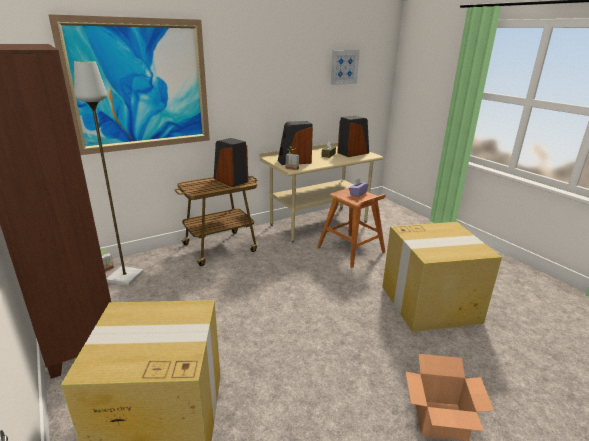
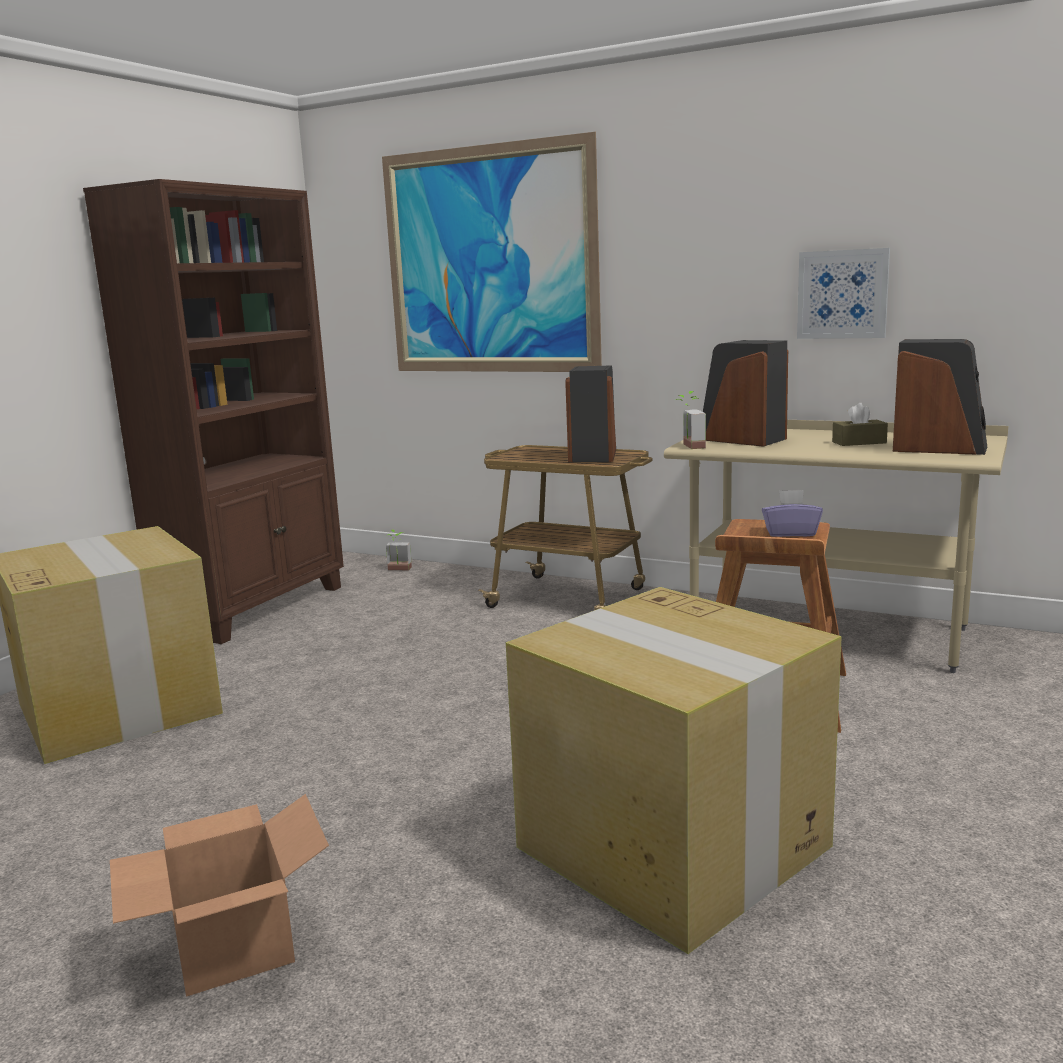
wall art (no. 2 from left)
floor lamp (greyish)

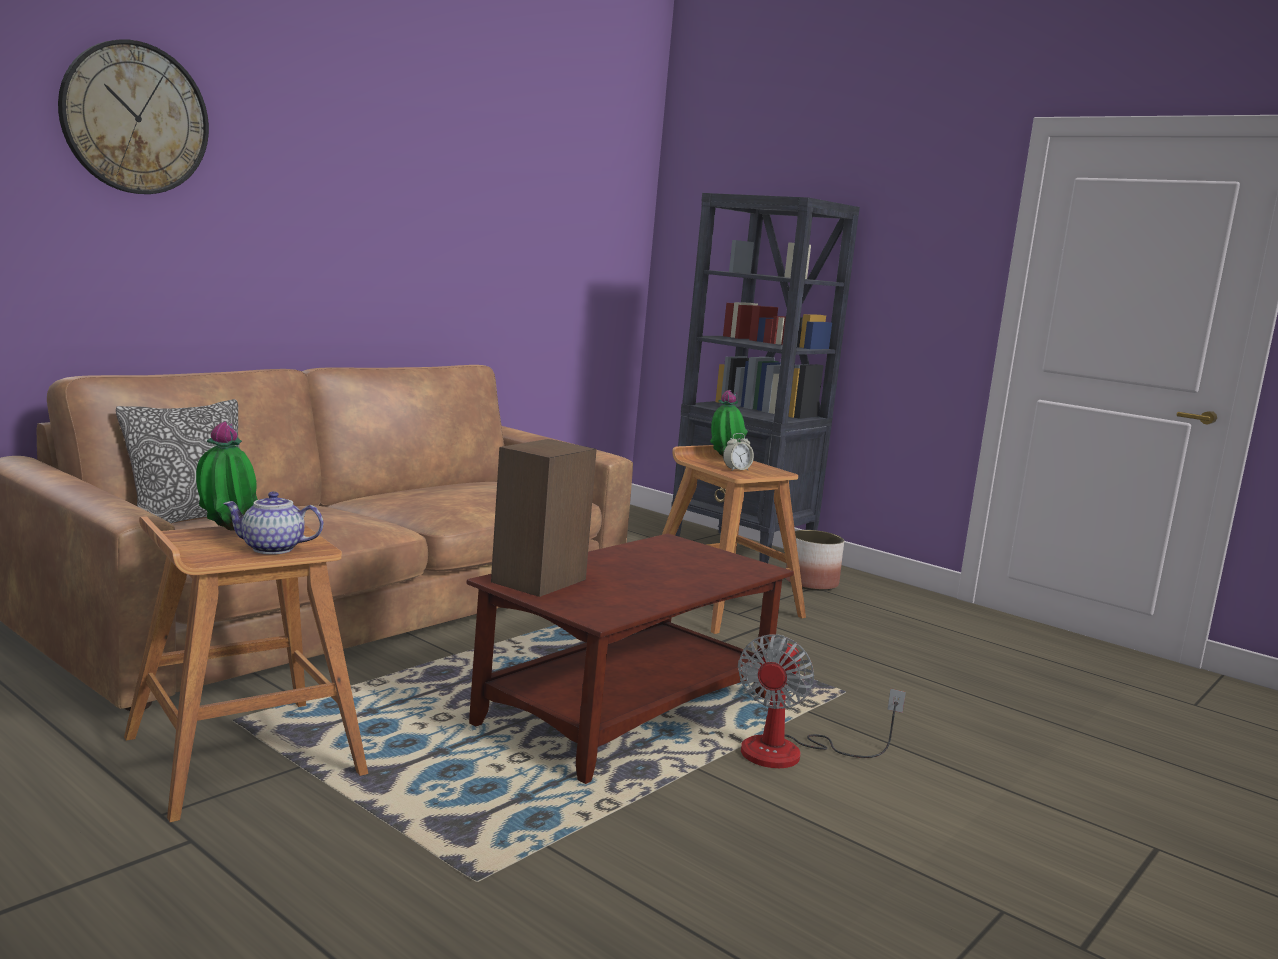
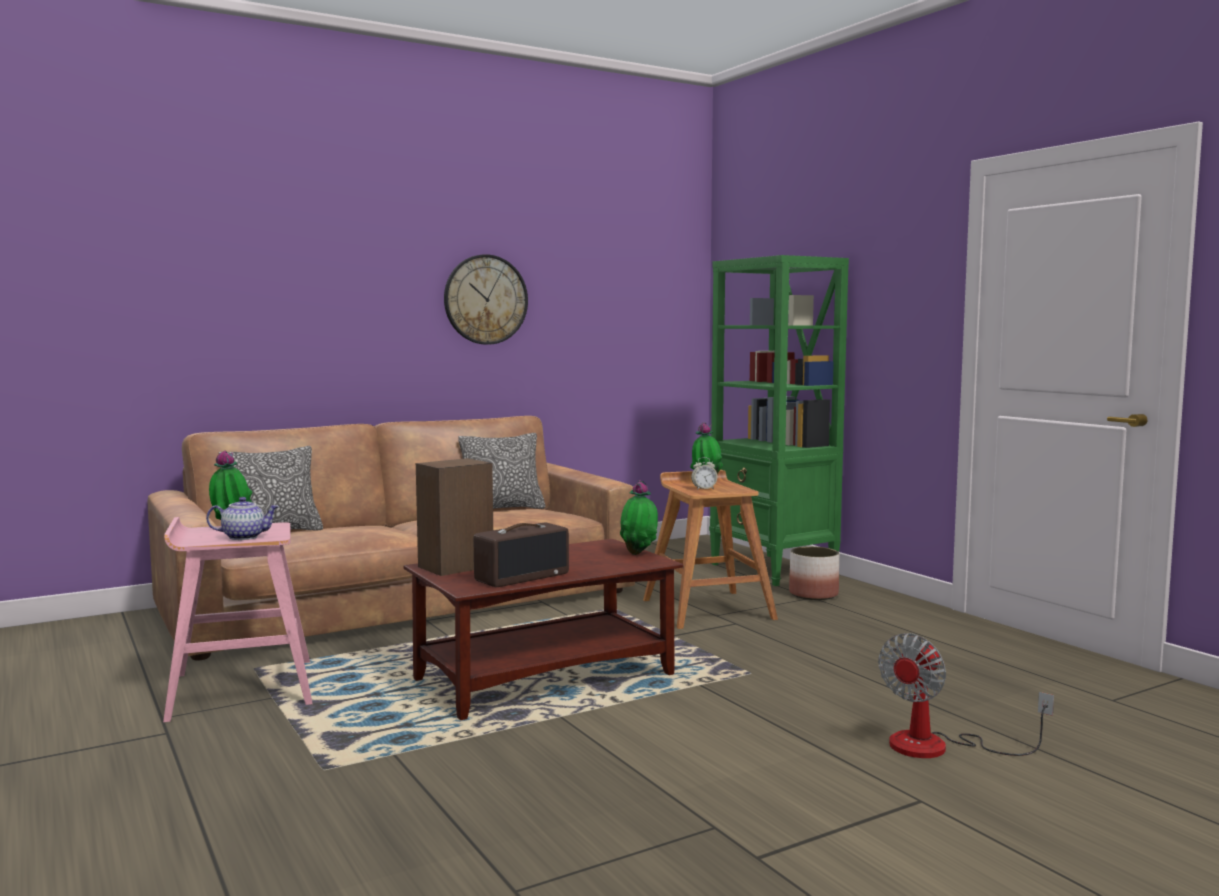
stool (pinkish)
teapot
clock on the wall
pillow (no. 2 from left)
radio
houseplant (no. 2 from left)
bookcase (green)
fan

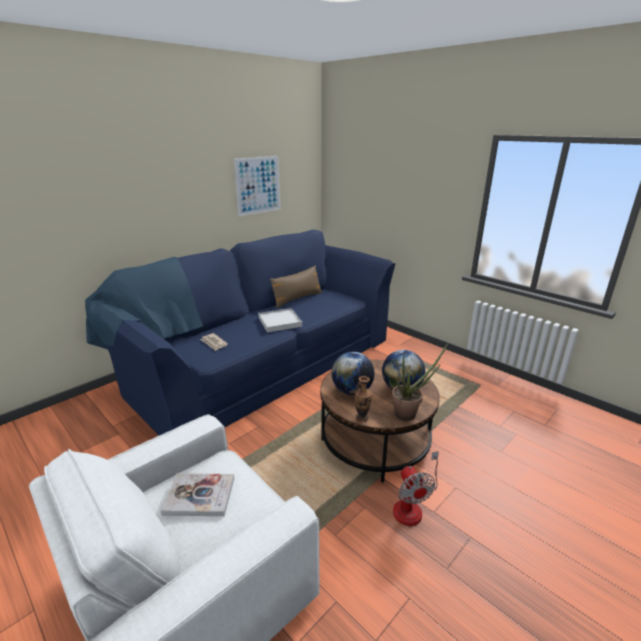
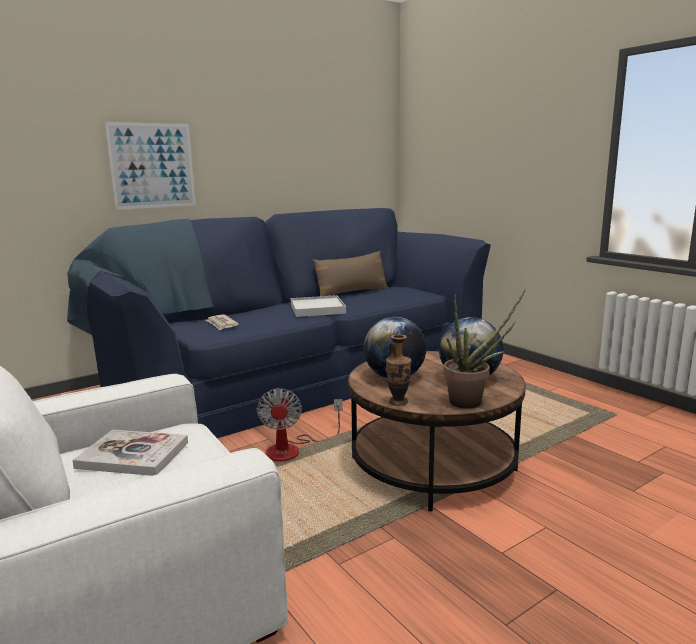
wall art
fan

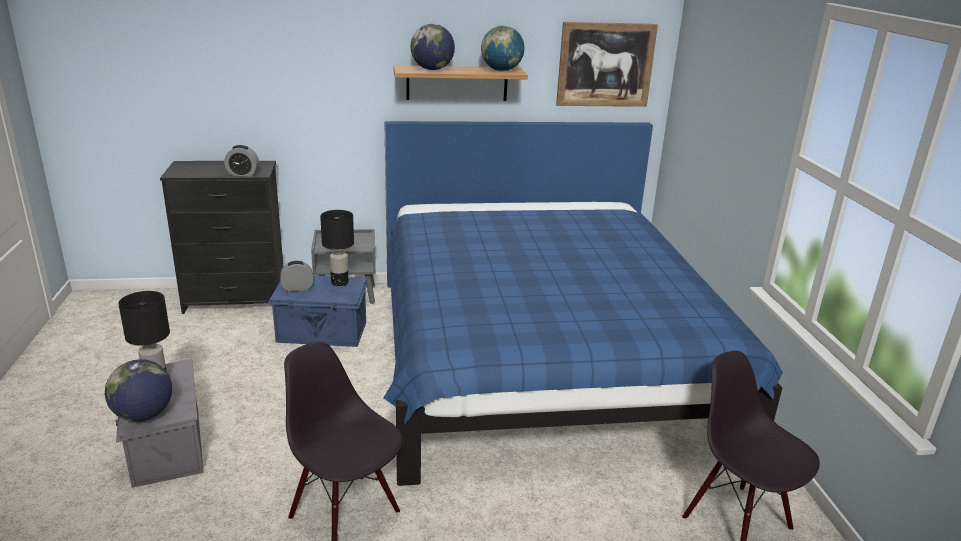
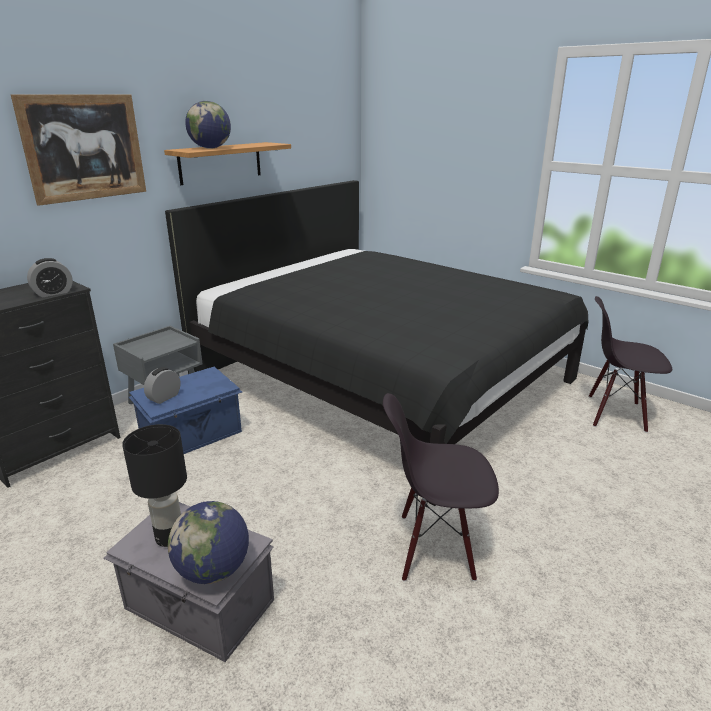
wall art
sleeping bed (black)
lamp for a table (black) (no. 2 from left in the first image)
globe (no. 3 from left in the first image)

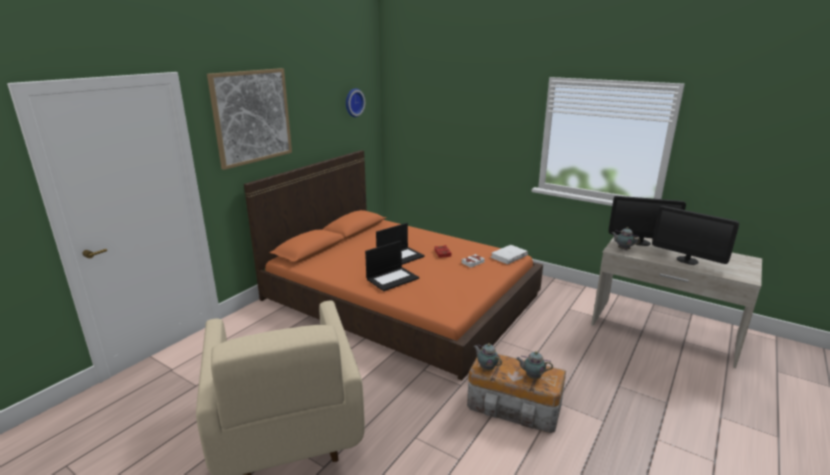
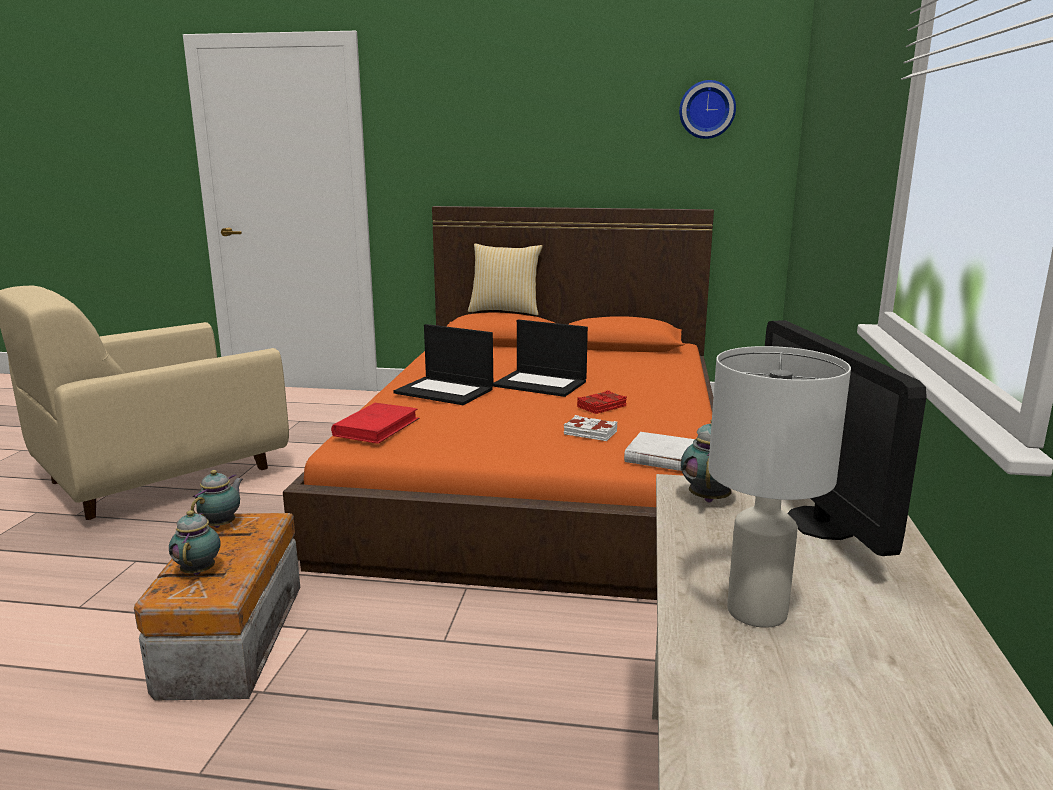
volume (red-coloured) (no. 1 from left)
pillow
lamp for a table (whitish)
wall art

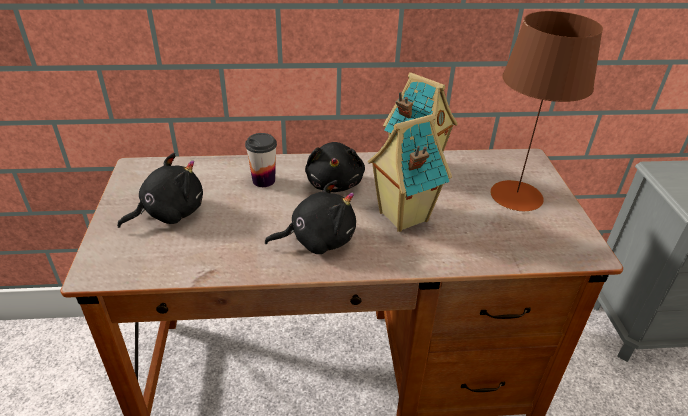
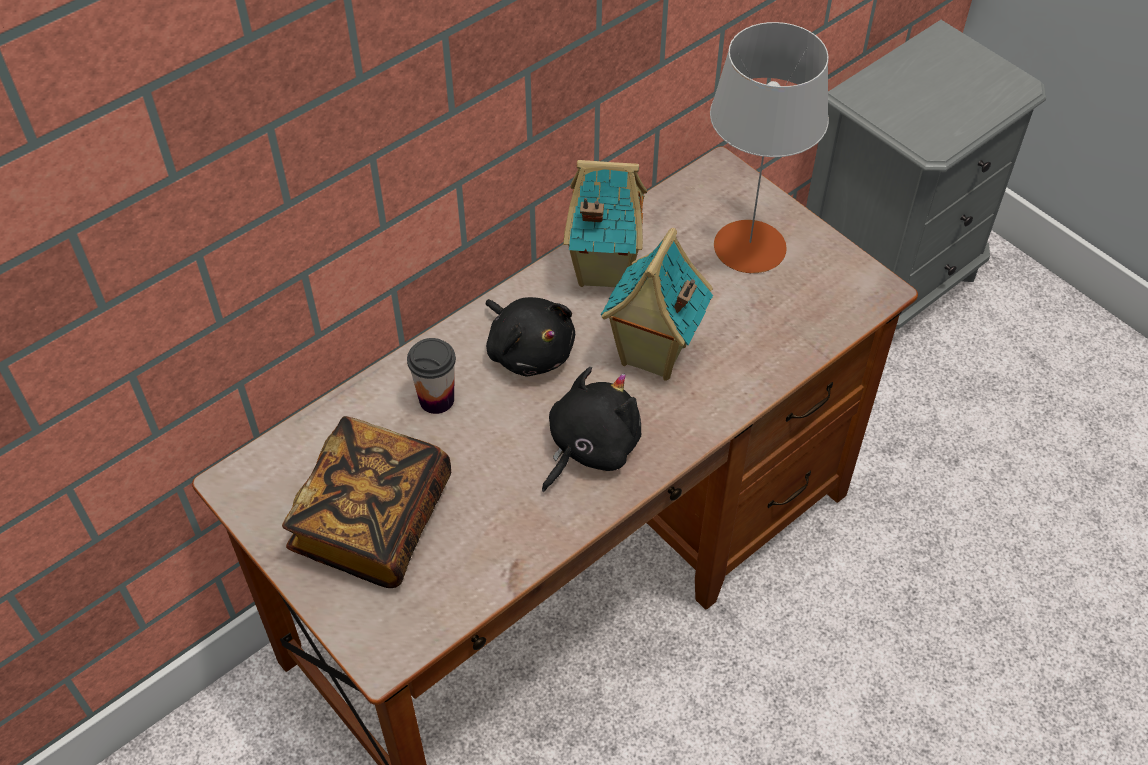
volume
lamp for a table (greyish)

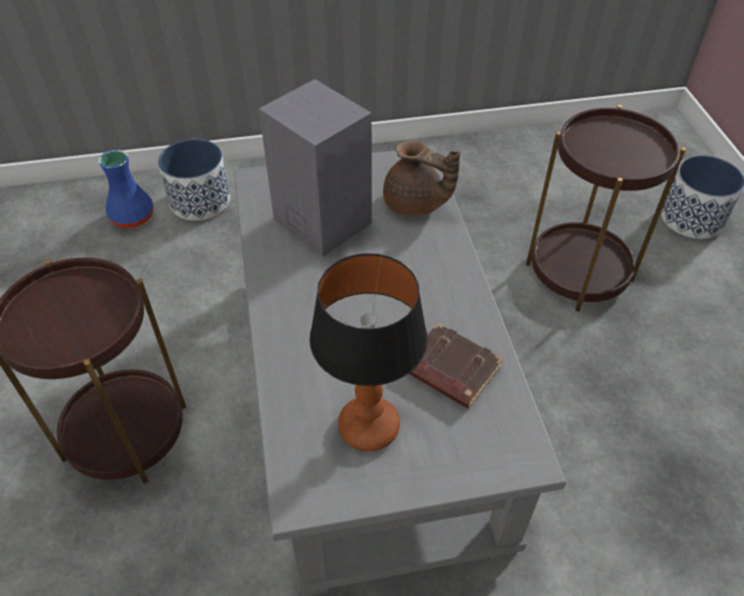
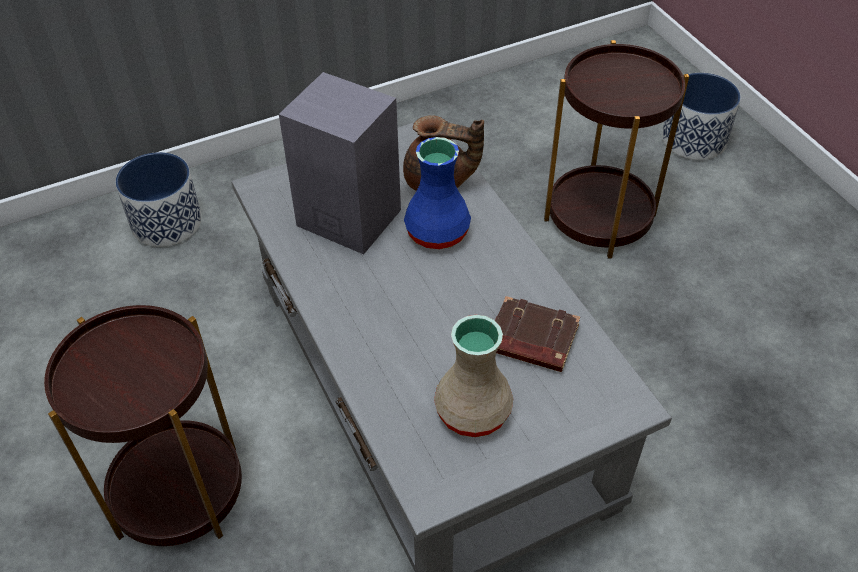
flower vase (bluish)
flower vase (beige)

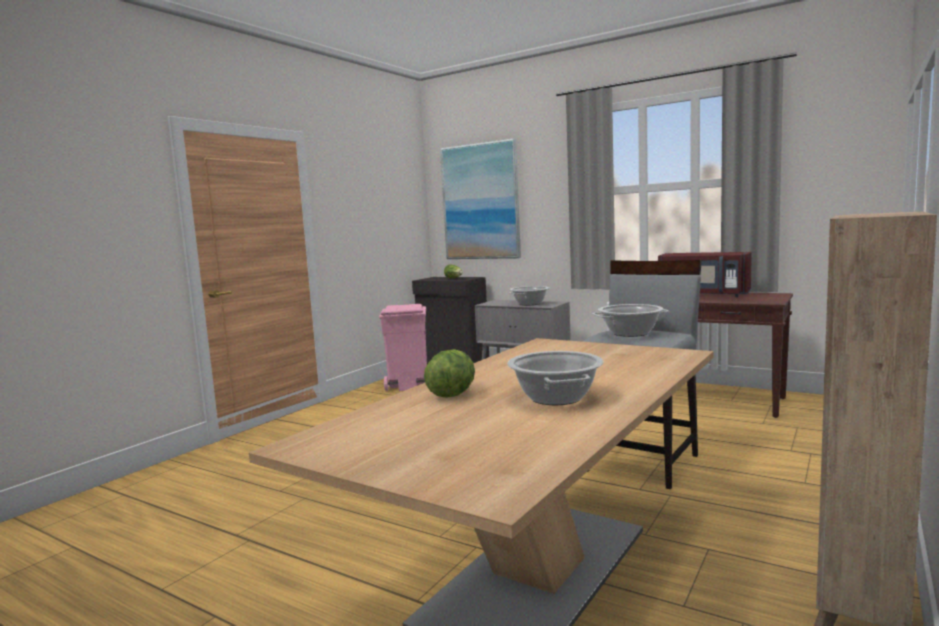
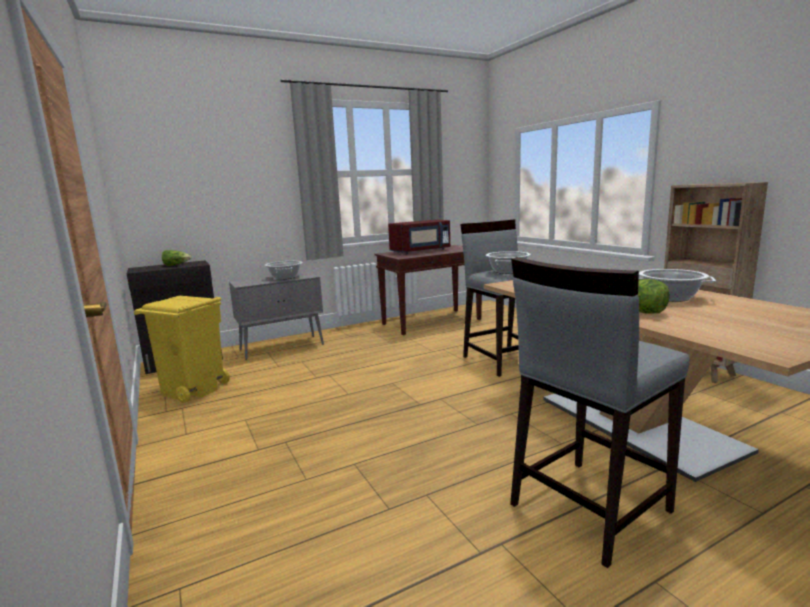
waste bin (yellow)
stool (greyish) (no. 2 from left)
wall art

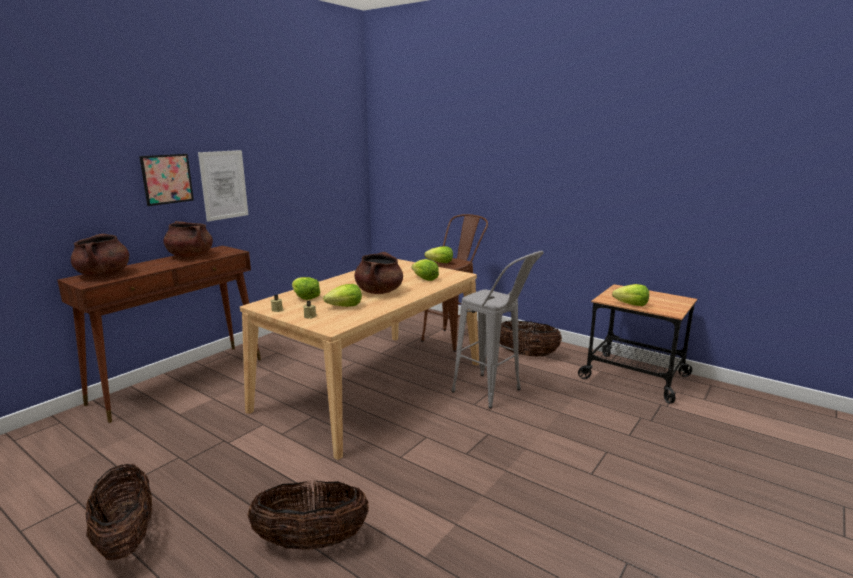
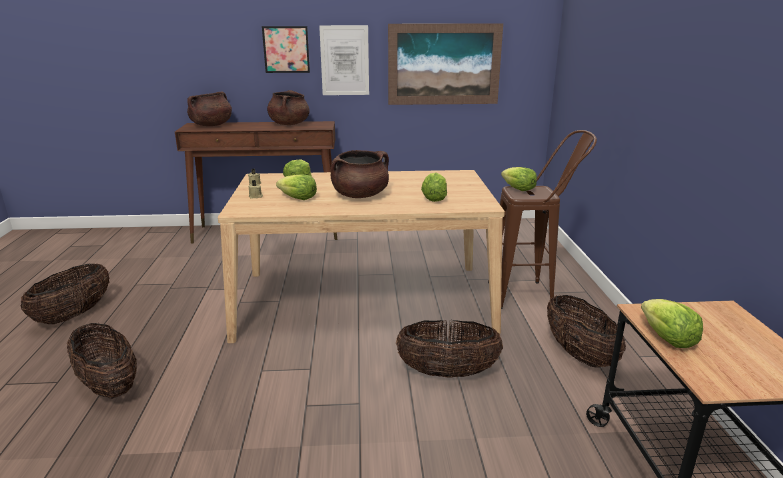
wall art (no. 3 from left)
storage basket (no. 3 from left)

